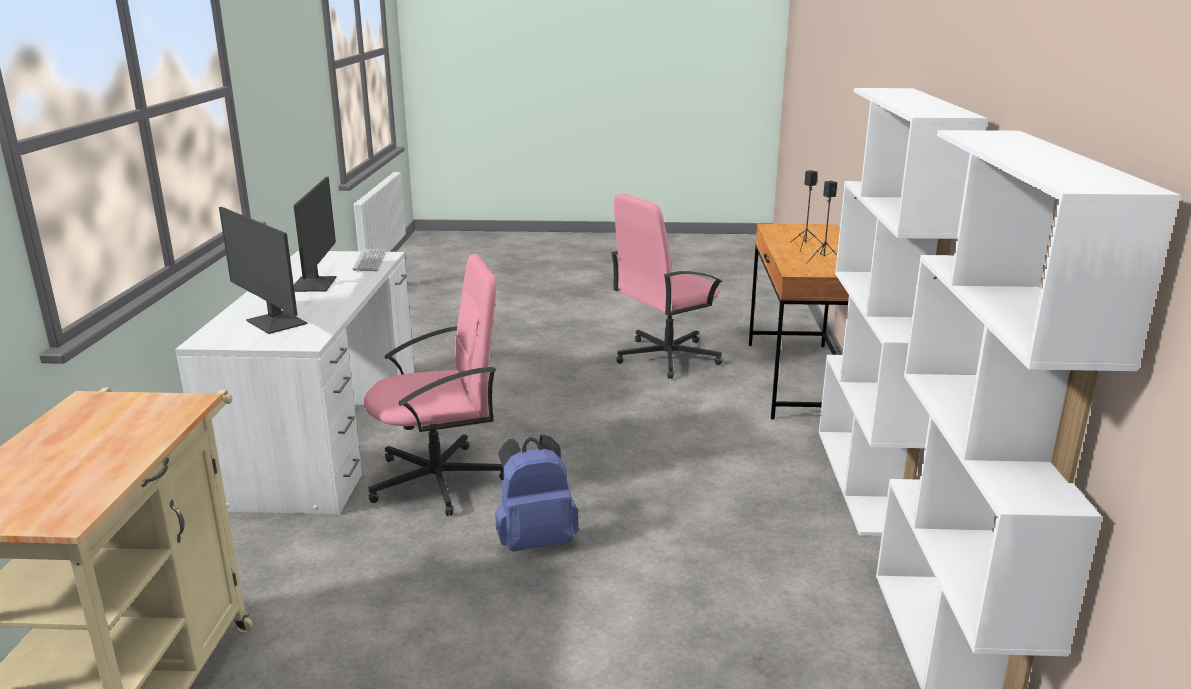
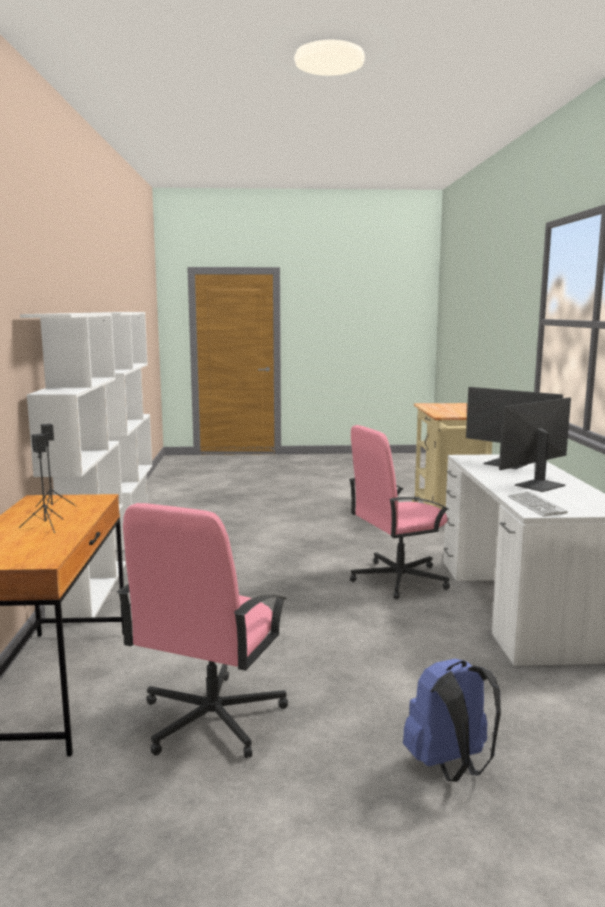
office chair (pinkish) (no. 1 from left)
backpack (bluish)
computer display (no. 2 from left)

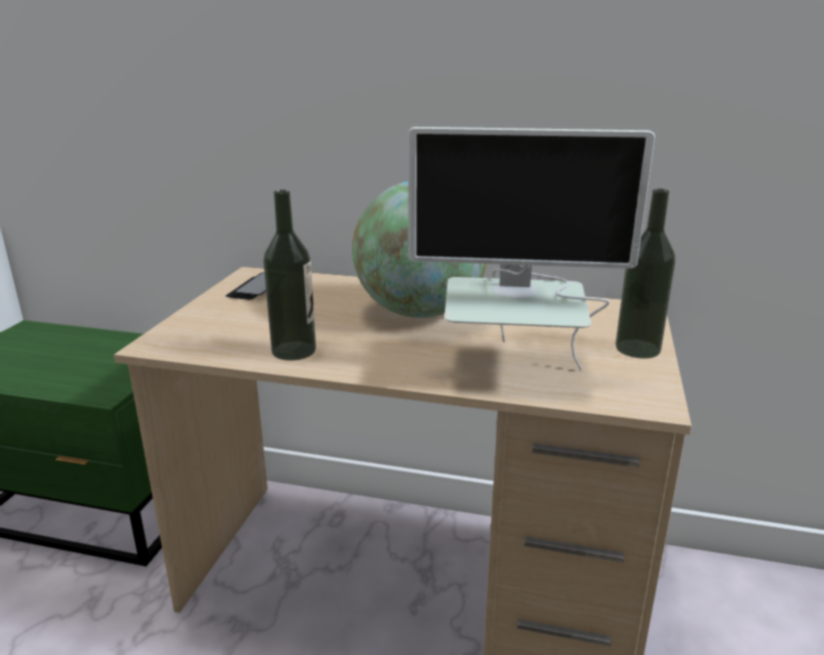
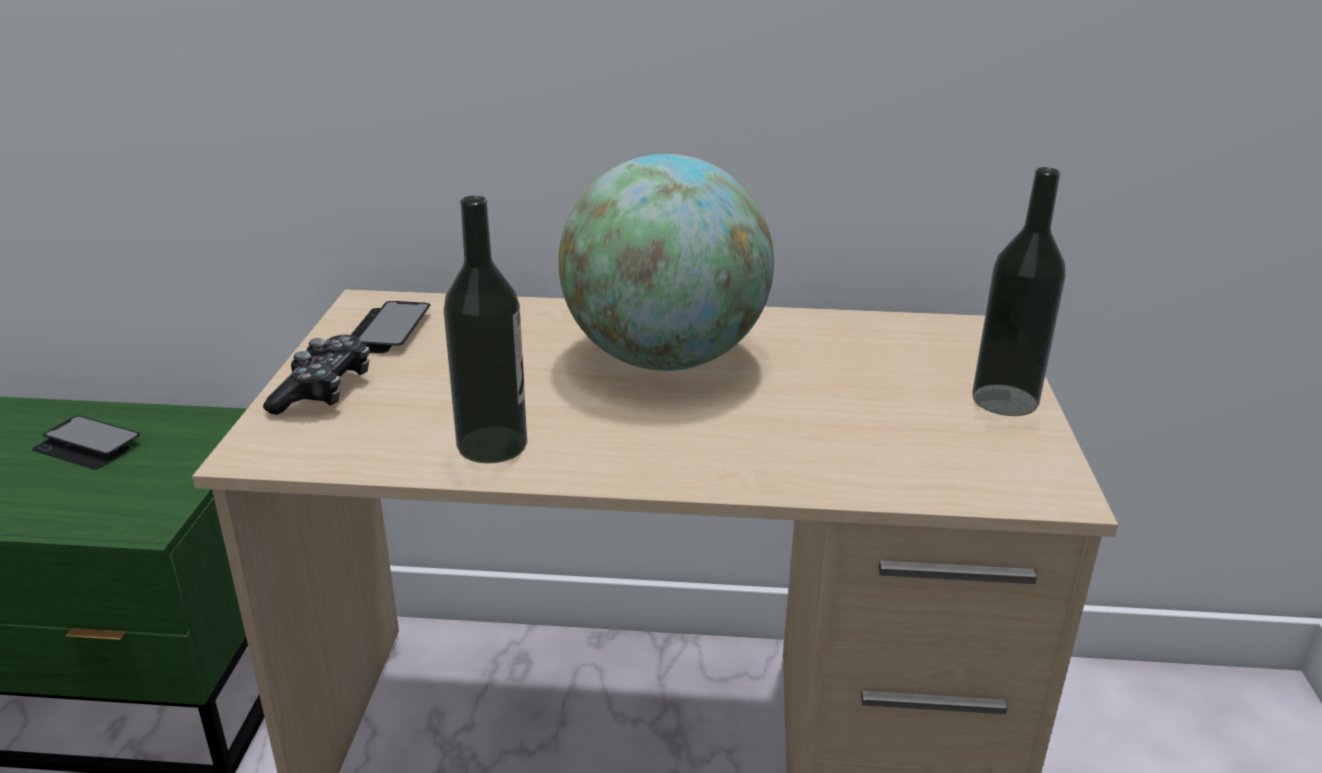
handset (no. 1 from left)
gamepad
computer display

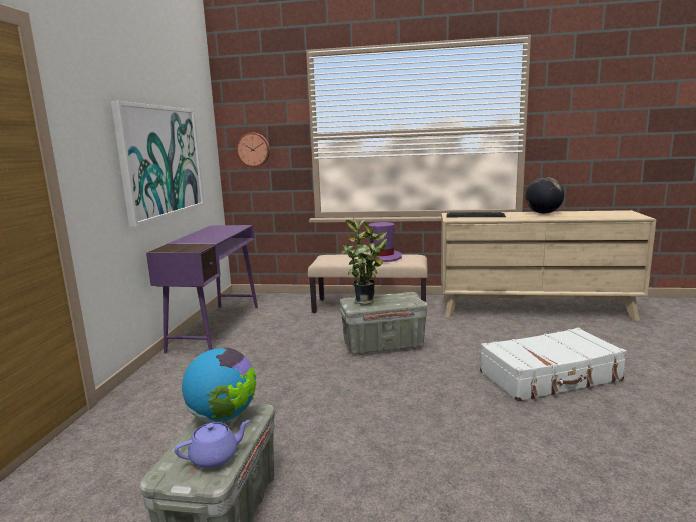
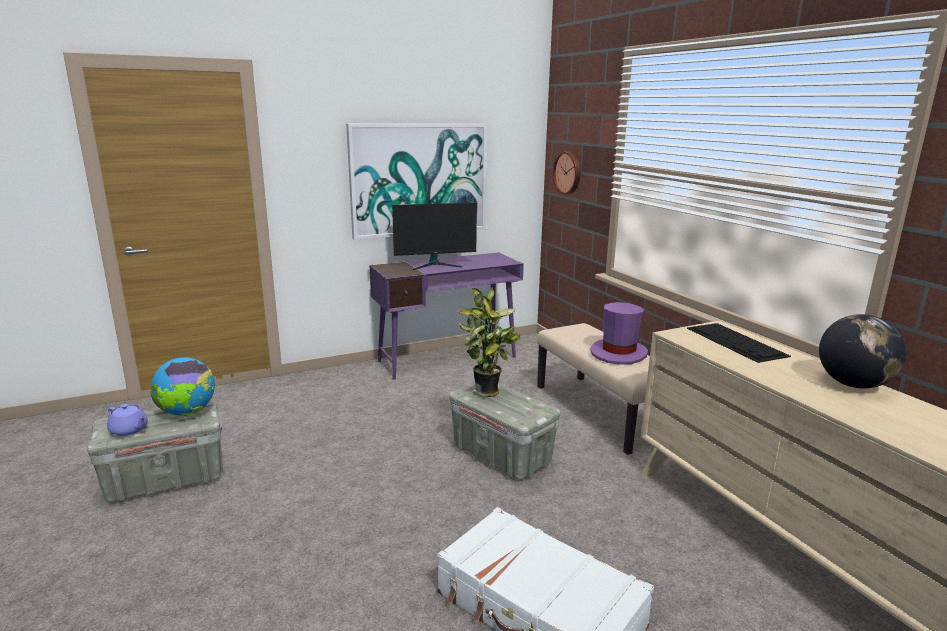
computer display

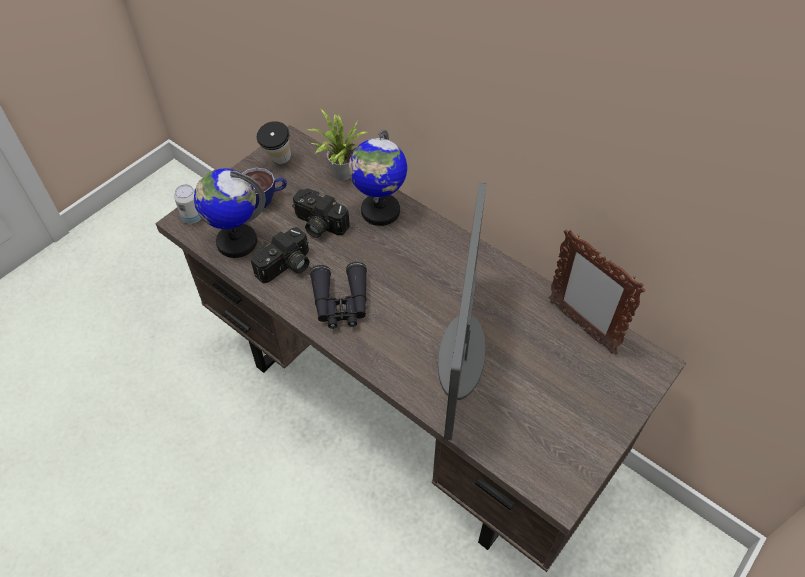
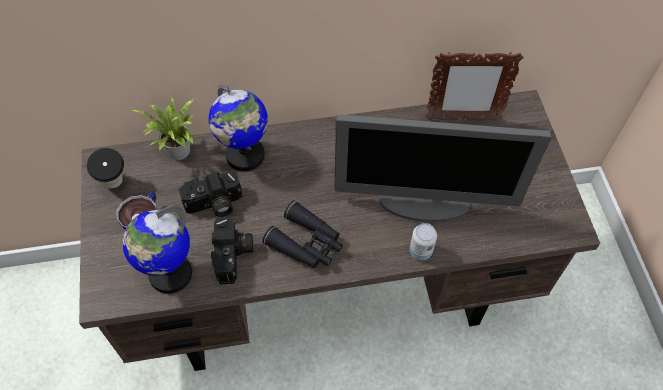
computer display
sealed can

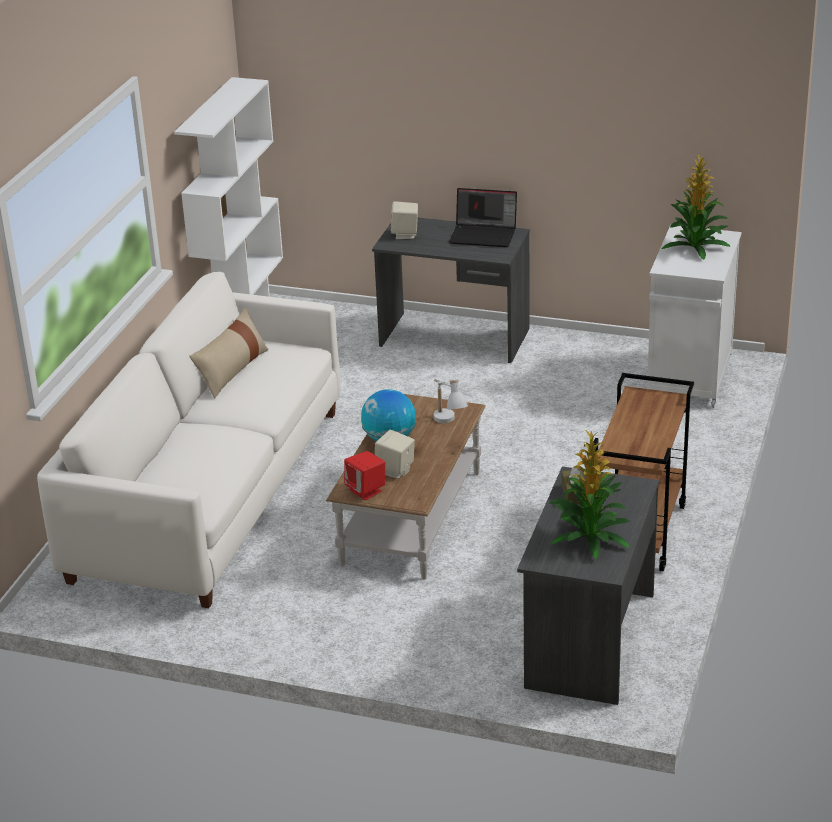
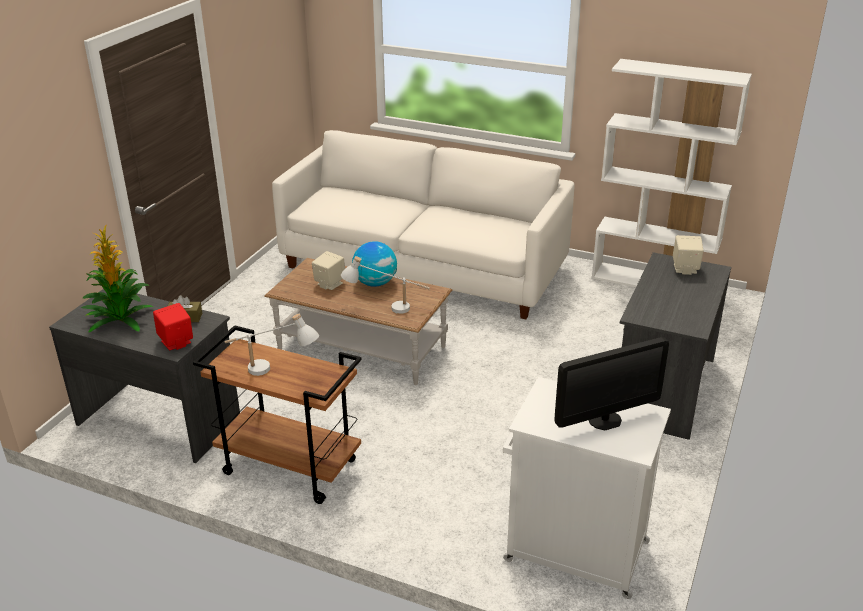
speaker (red-coloured)
lamp for a table (whitish) (no. 1 from left)
computer display
pillow (beige)
portable computer

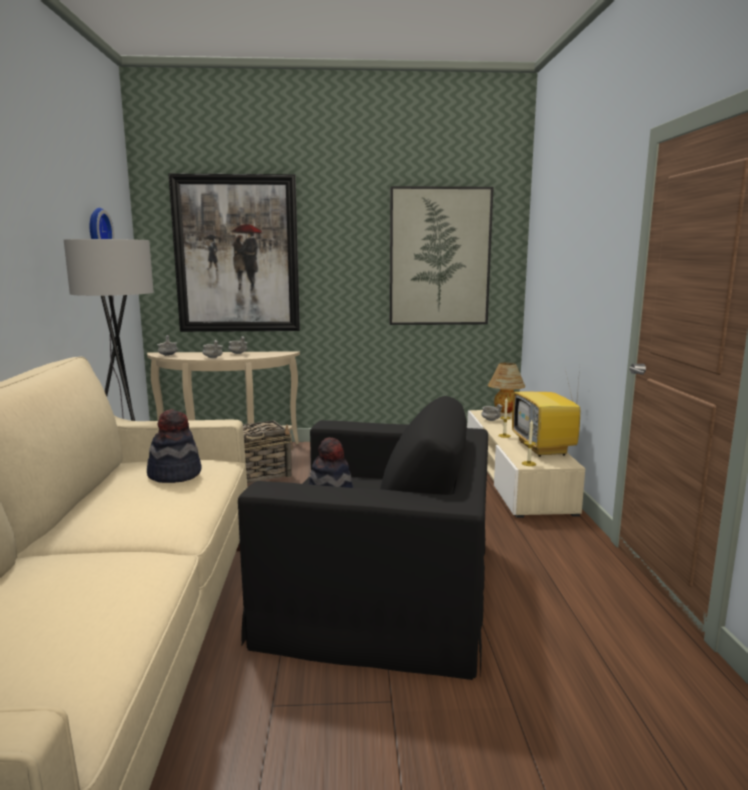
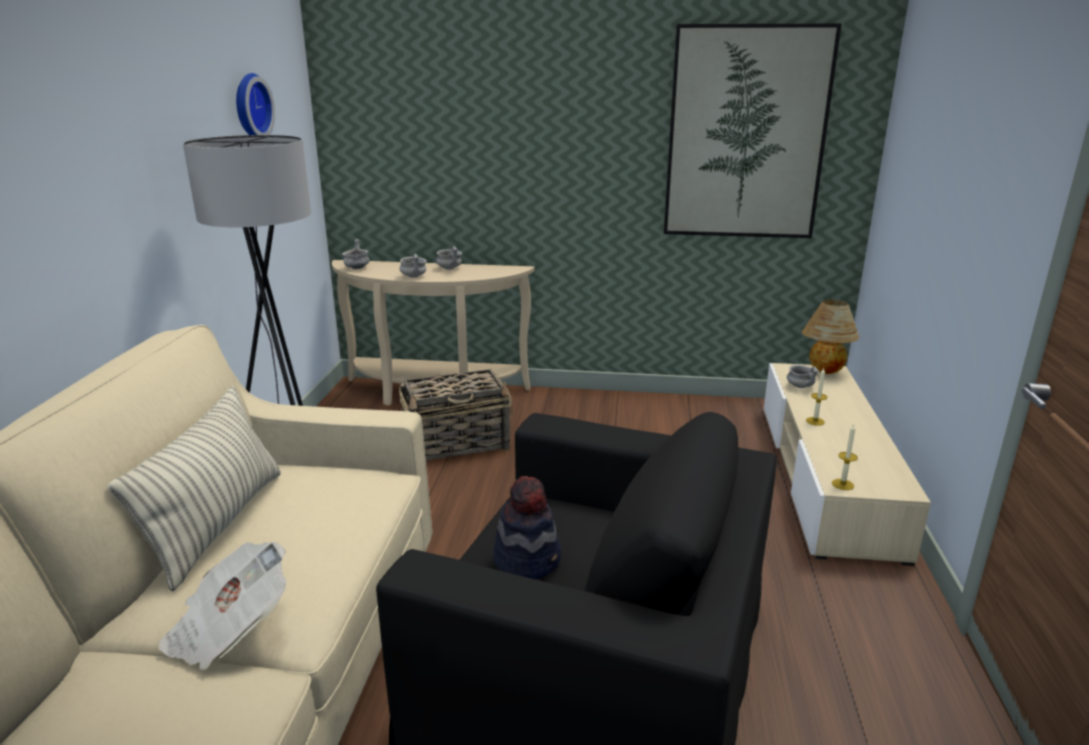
pillow
newspaper
hat (no. 1 from left in the first image)
wall art (no. 1 from left in the first image)
TV set

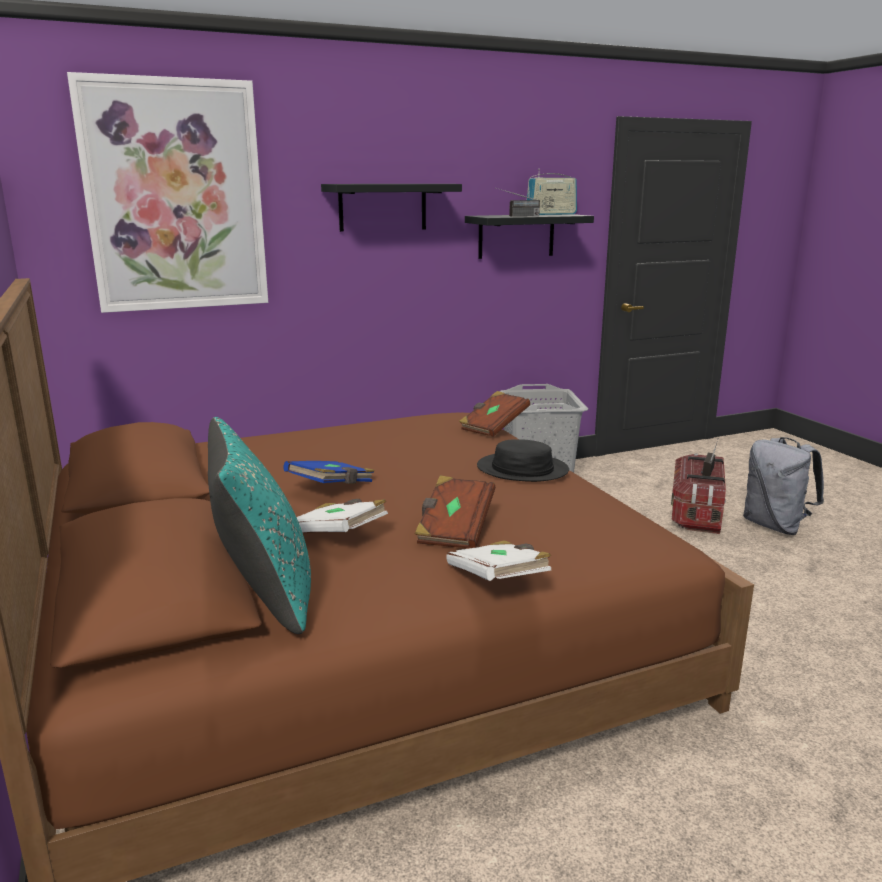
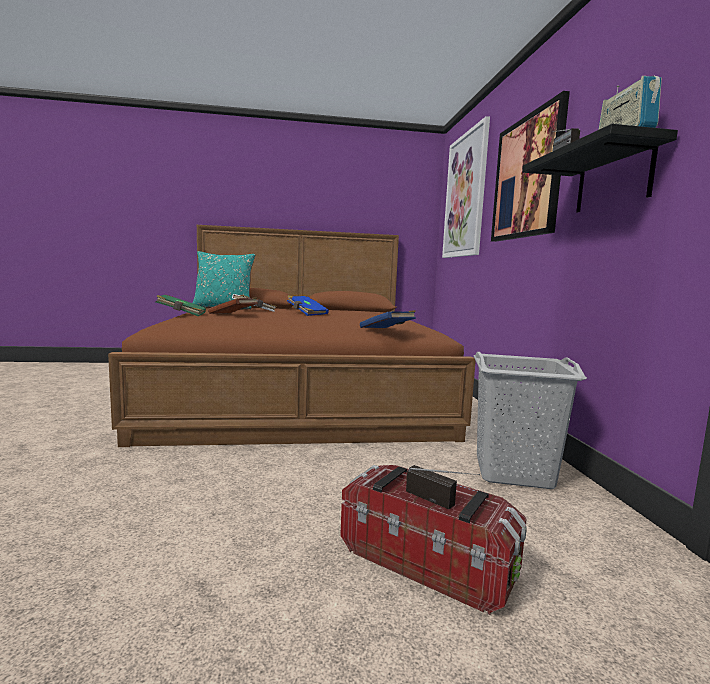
volume (green)
volume (bluish) (no. 2 from left)
wall art (no. 2 from left)
hat (black)
backpack (greyish)

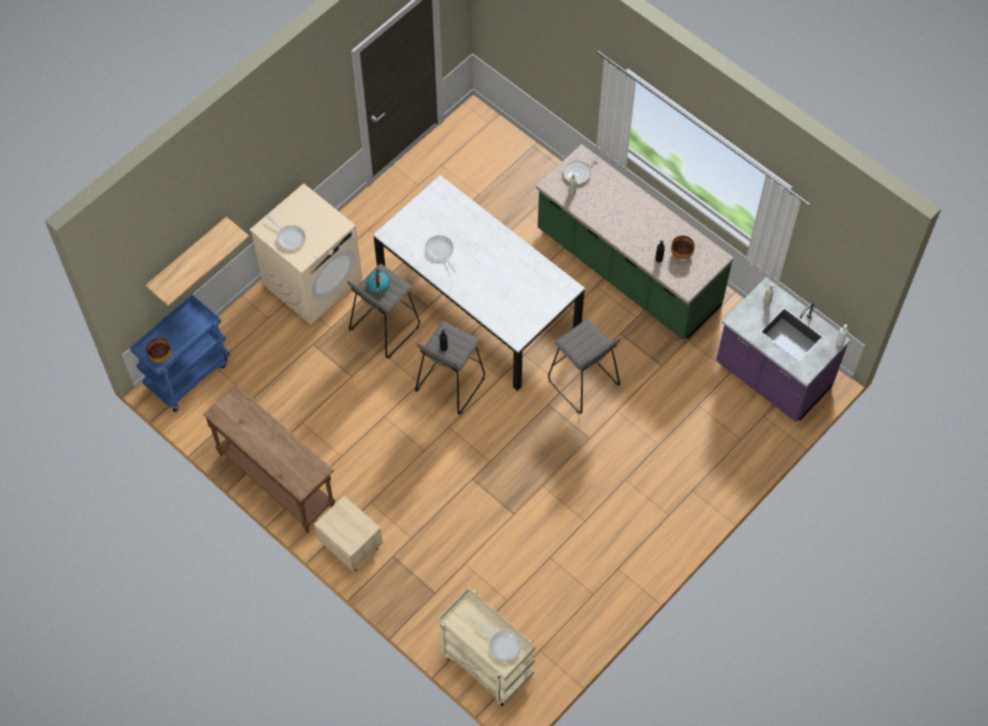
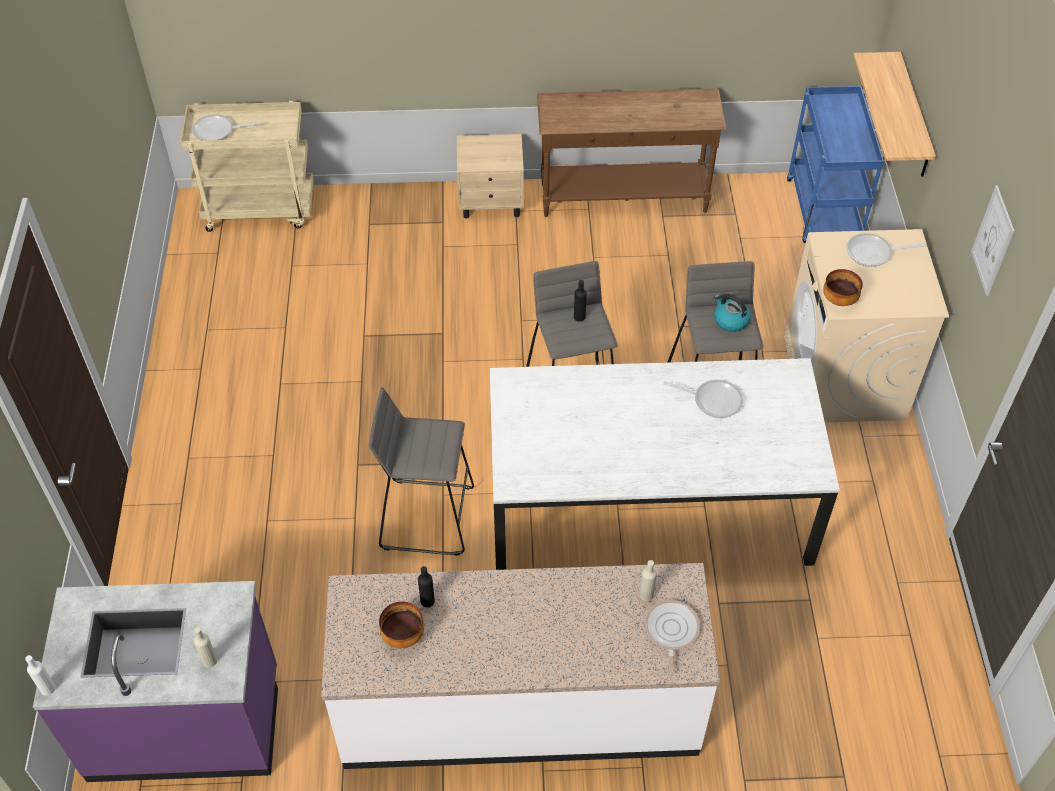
kitchen counter (whitish)
bowl (no. 2 from left)
wall art

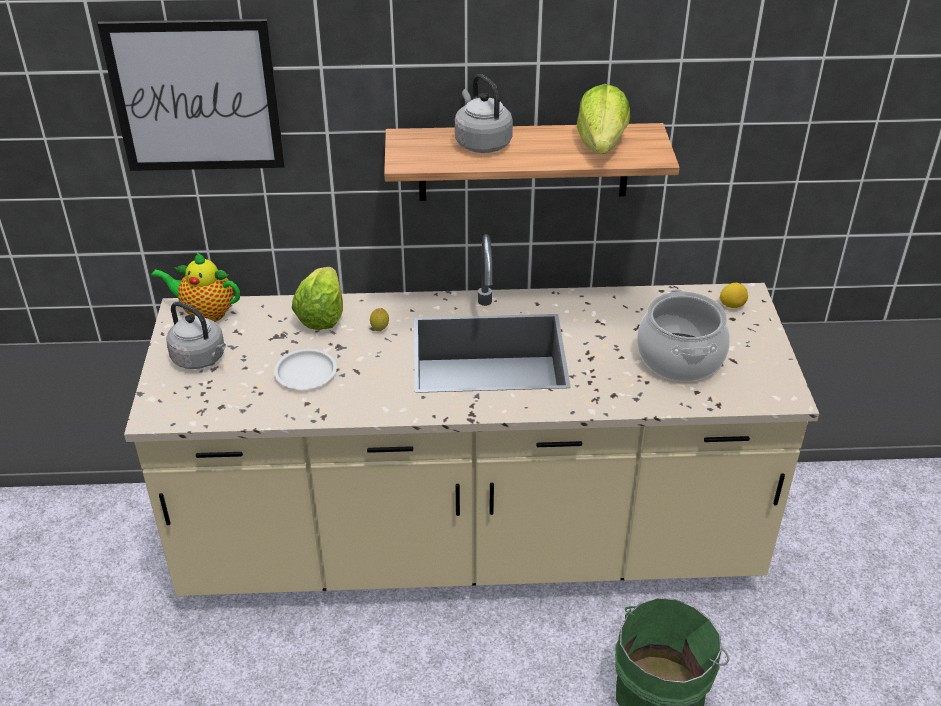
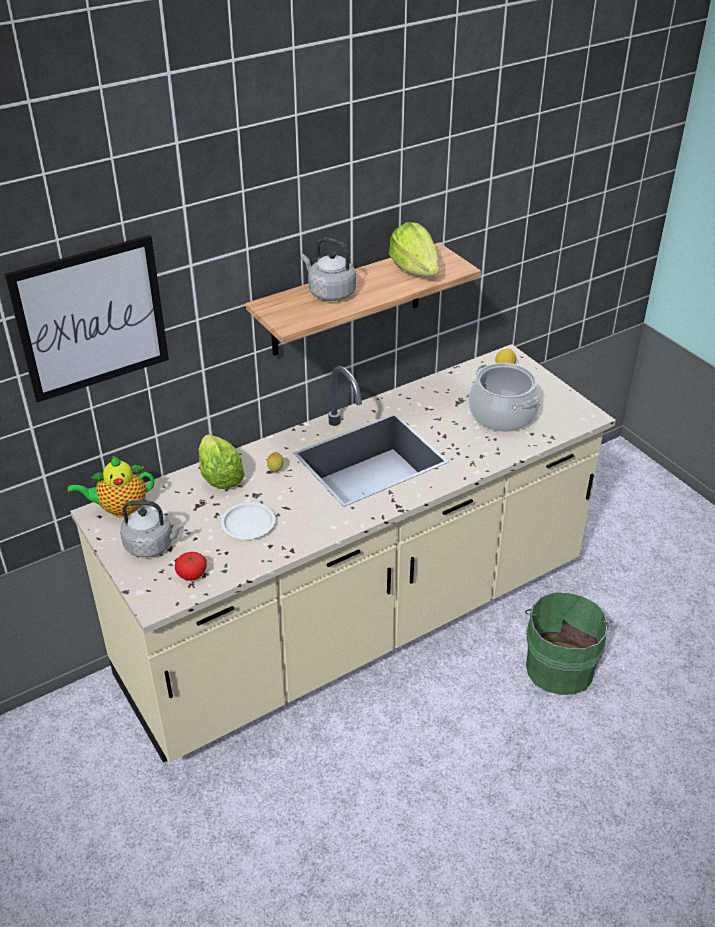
tomato

